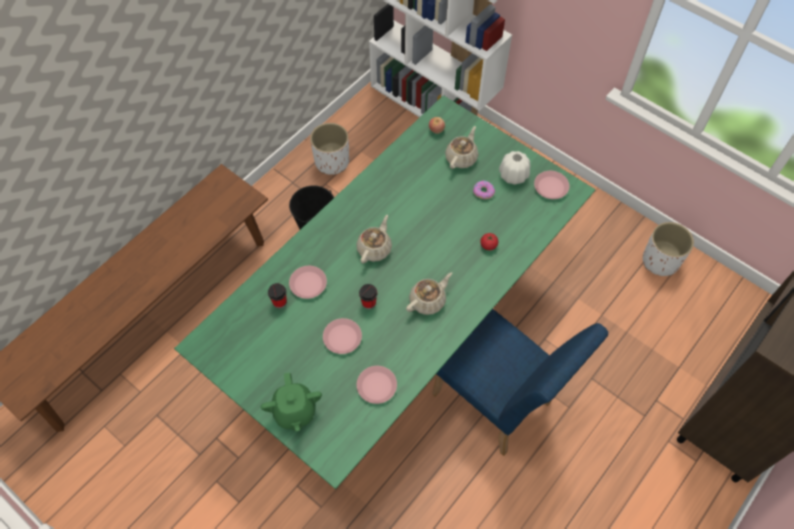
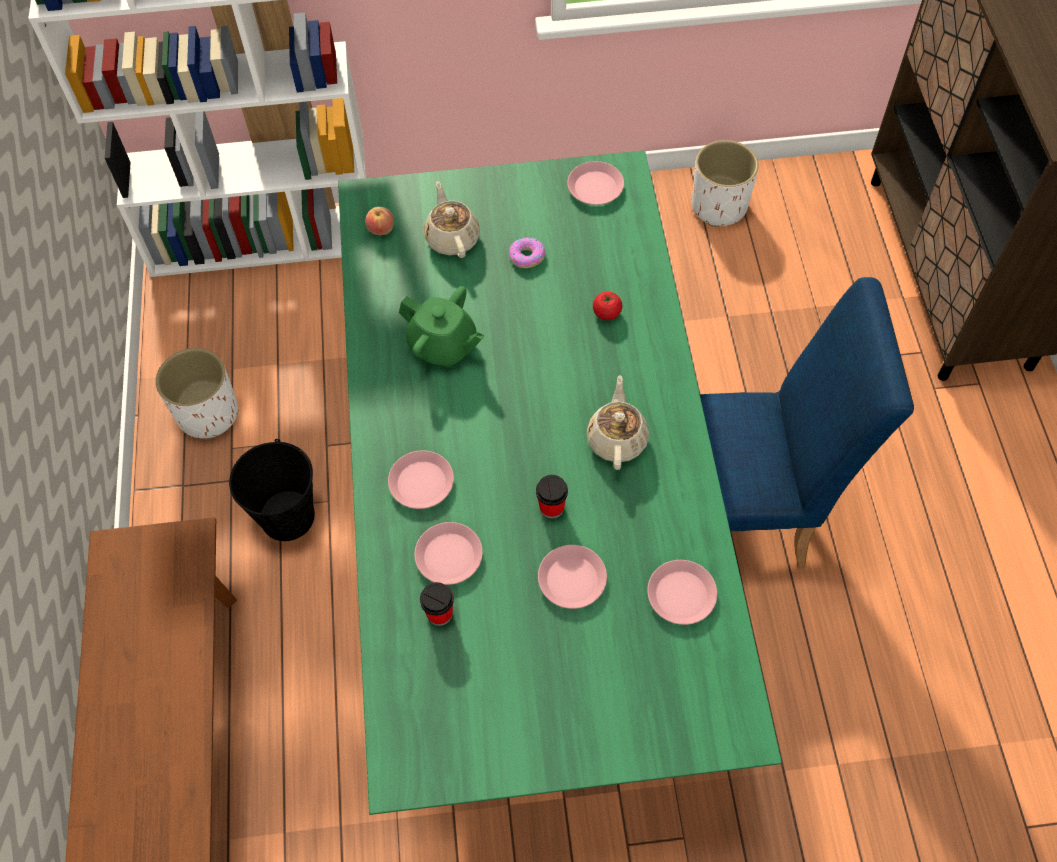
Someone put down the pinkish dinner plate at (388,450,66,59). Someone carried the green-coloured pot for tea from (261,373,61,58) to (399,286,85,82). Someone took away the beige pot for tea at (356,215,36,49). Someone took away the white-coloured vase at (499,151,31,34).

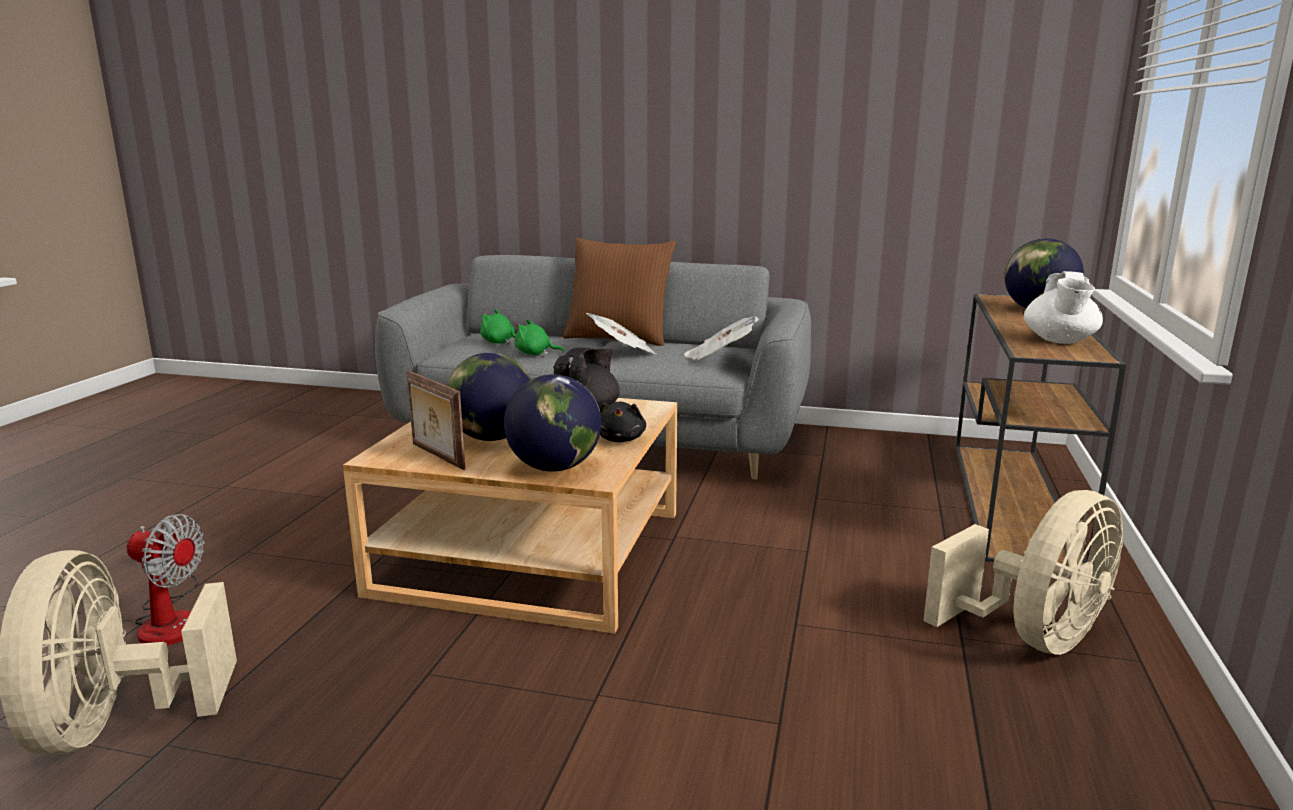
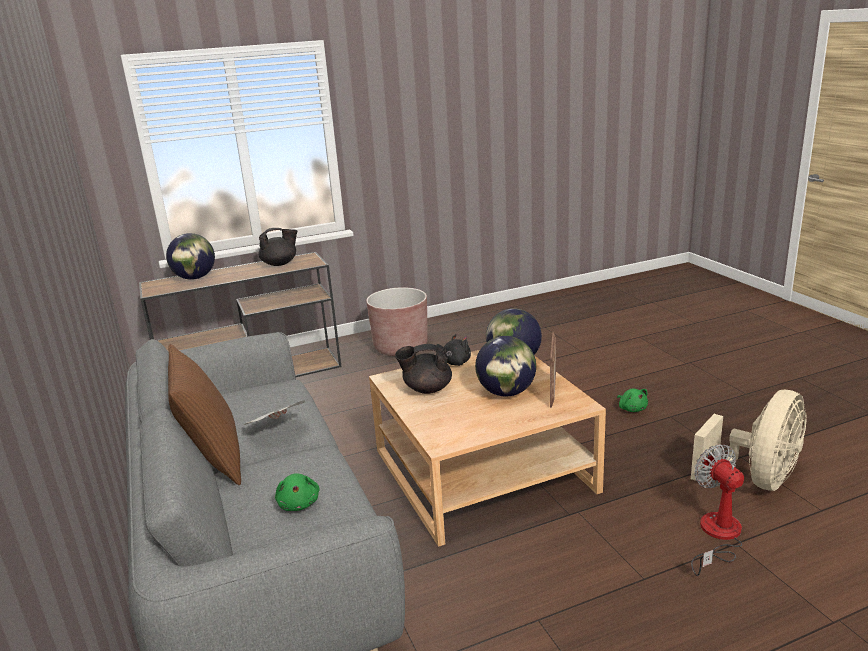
Someone repainted the white-coloured pot for tea at (1024,271,79,73), which became the black-coloured pot for tea at (258,228,39,38). Someone swapped the beige fan at (923,490,200,165) for the brown planter at (366,287,62,69). Someone carried the green-coloured soft toy from (514,319,50,36) to (617,389,31,23). Someone took away the newspaper at (684,317,75,43).

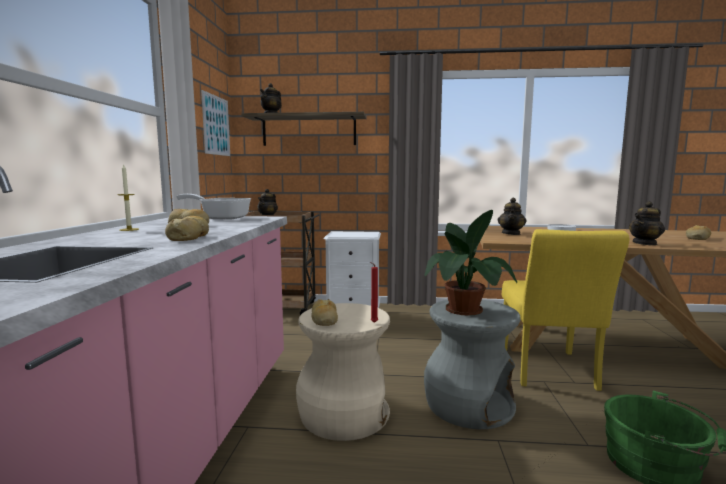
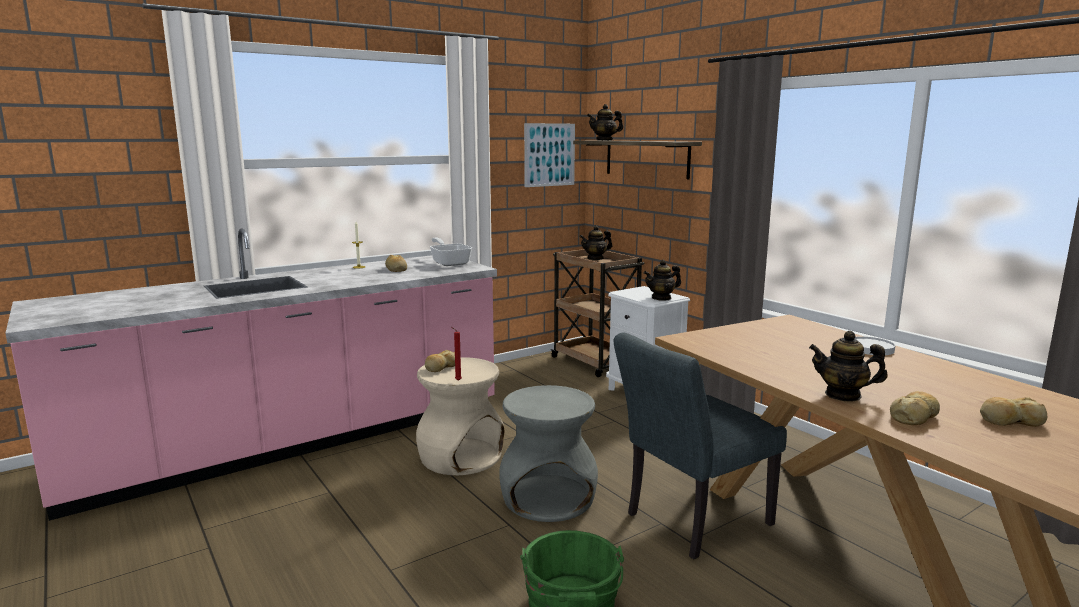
Someone repainted the yellowish plain chair at (502,229,127,162), which became the grey plain chair at (614,332,173,228). Someone carried the pot for tea from (498,198,29,37) to (644,259,37,42). Someone carried the bakery bread from (165,216,44,25) to (890,391,50,34). Someone took away the houseplant at (425,210,92,106).

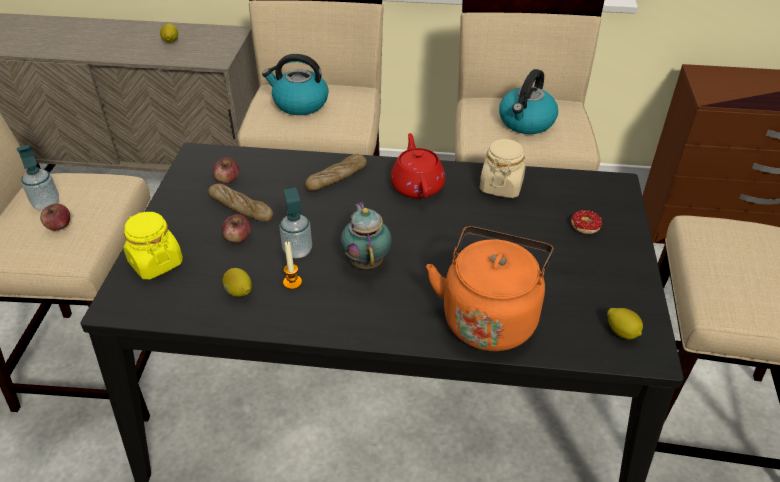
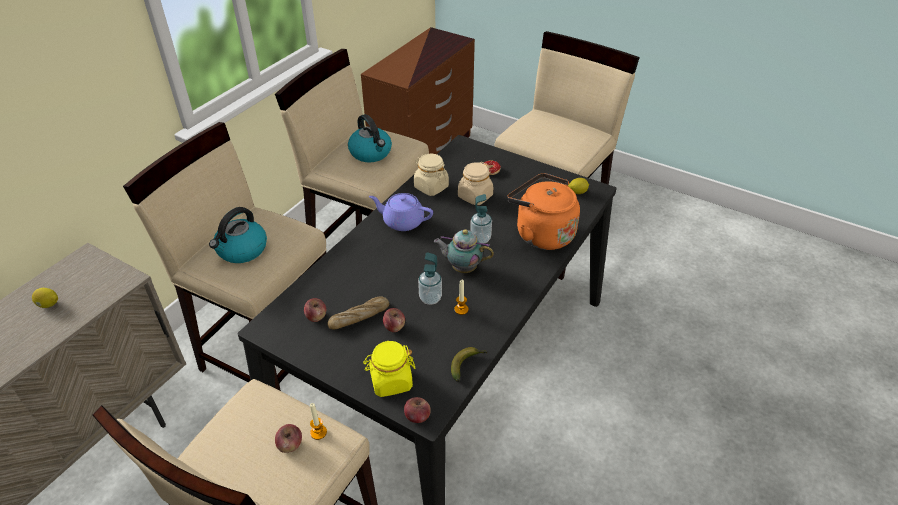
Someone put down the wax light at (310,403,17,37). Someone repainted the red-coloured pot for tea at (390,133,55,66), which became the purple-coloured pot for tea at (369,193,64,38). Someone put down the apple fruit at (404,397,27,26). Someone put down the banana fruit at (451,347,36,35). Someone put down the beige jar at (458,162,35,43). Someone carried the soap dispenser from (17,145,42,65) to (470,194,22,50). Someone took away the lemon at (222,268,30,29). Someone took away the bakery bread at (305,154,62,37).

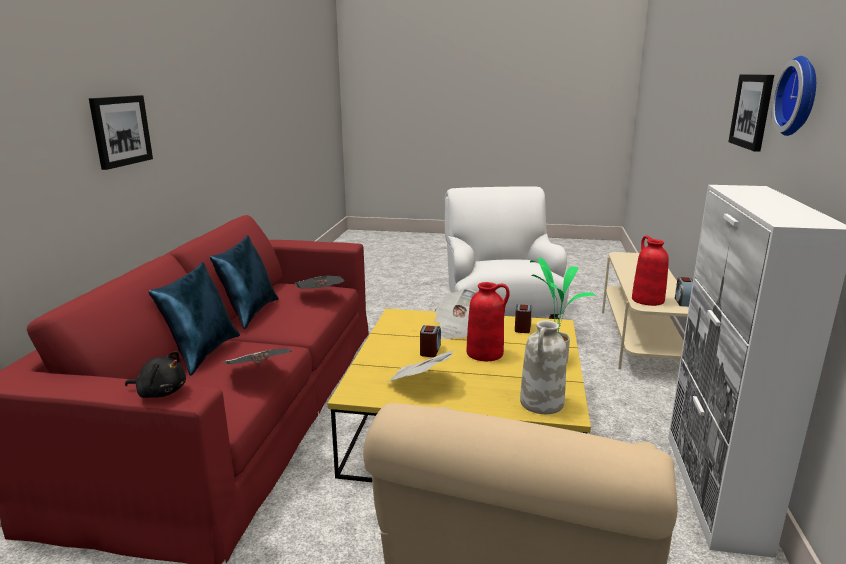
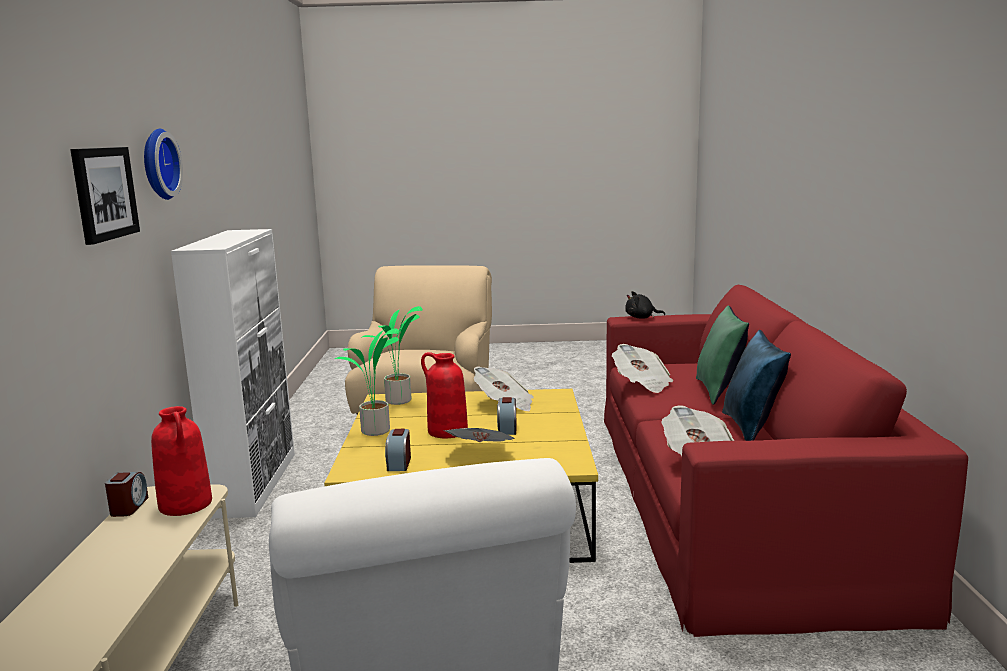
Someone swapped the white-coloured vase at (520,320,47,94) for the houseplant at (362,306,60,99). Someone repainted the blue-coloured pillow at (149,262,91,114), which became the green-coloured pillow at (696,305,53,100). Someone took away the picture at (89,95,64,75).

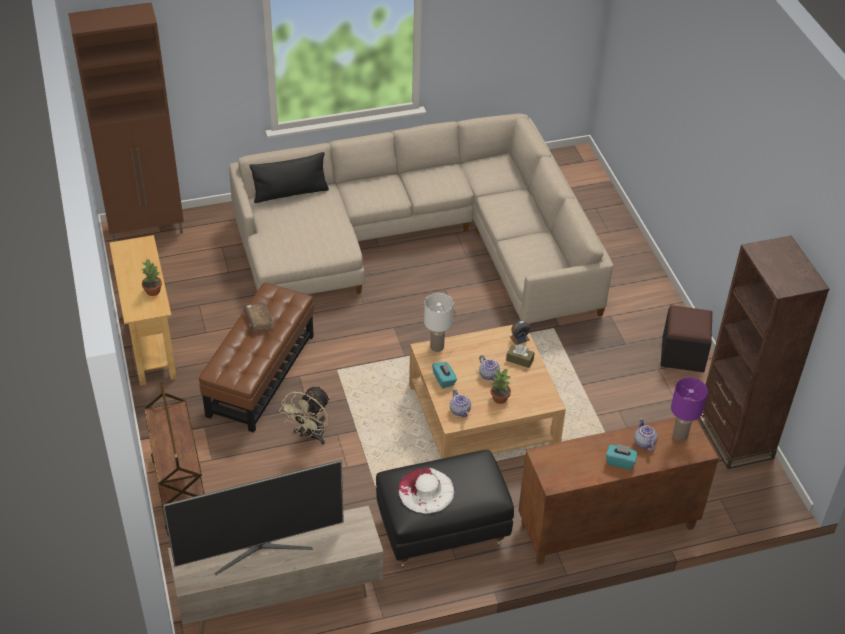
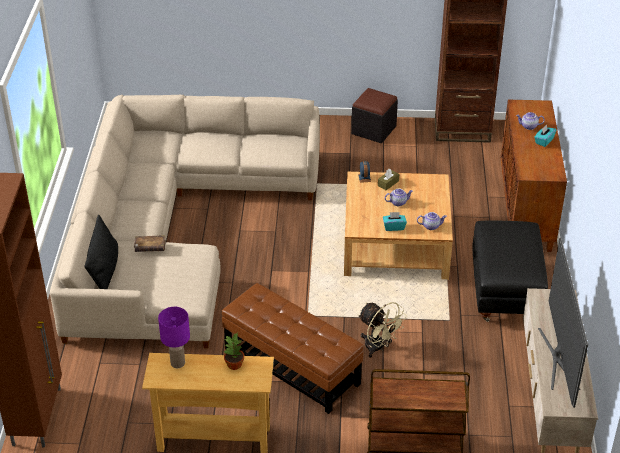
Someone carried the brown book from (244,302,30,30) to (134,235,32,17). Someone carried the purple-coloured table lamp from (671,377,37,64) to (158,307,32,61). Someone took away the white-coloured clothing hat at (398,468,57,45). Someone took away the white-coloured table lamp at (424,293,29,59). Someone took away the houseplant at (491,369,20,35).

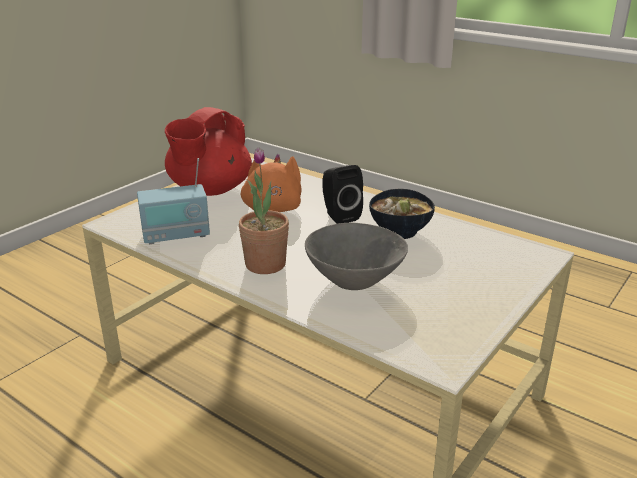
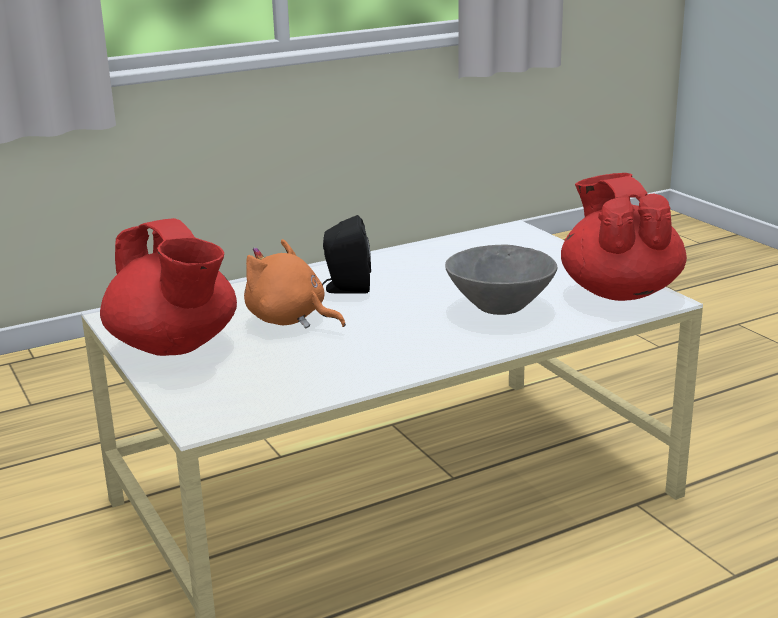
Someone put down the red-coloured pot for tea at (561,173,126,128). Someone took away the radio receiver at (137,158,73,86). Someone took away the houseplant at (239,147,50,127). Someone took away the serving bowl at (369,189,66,50).

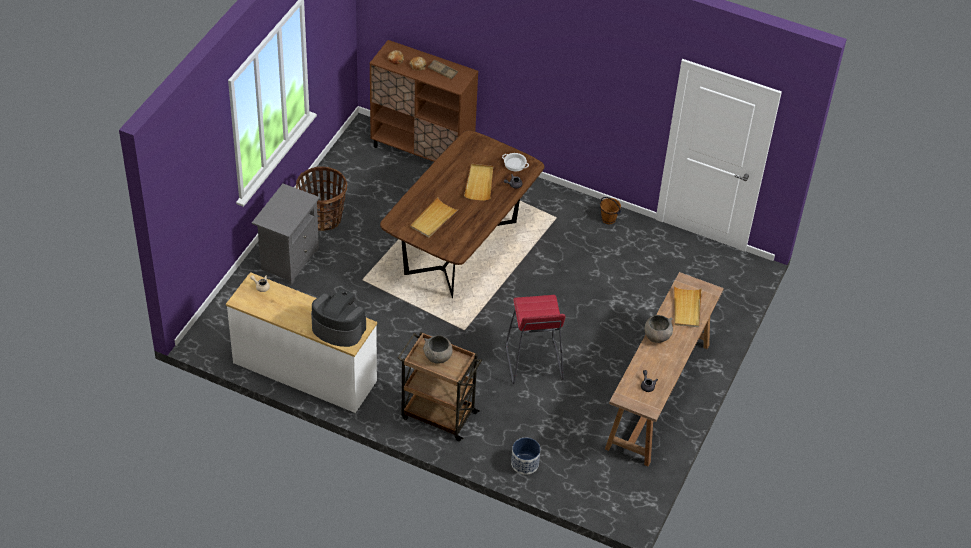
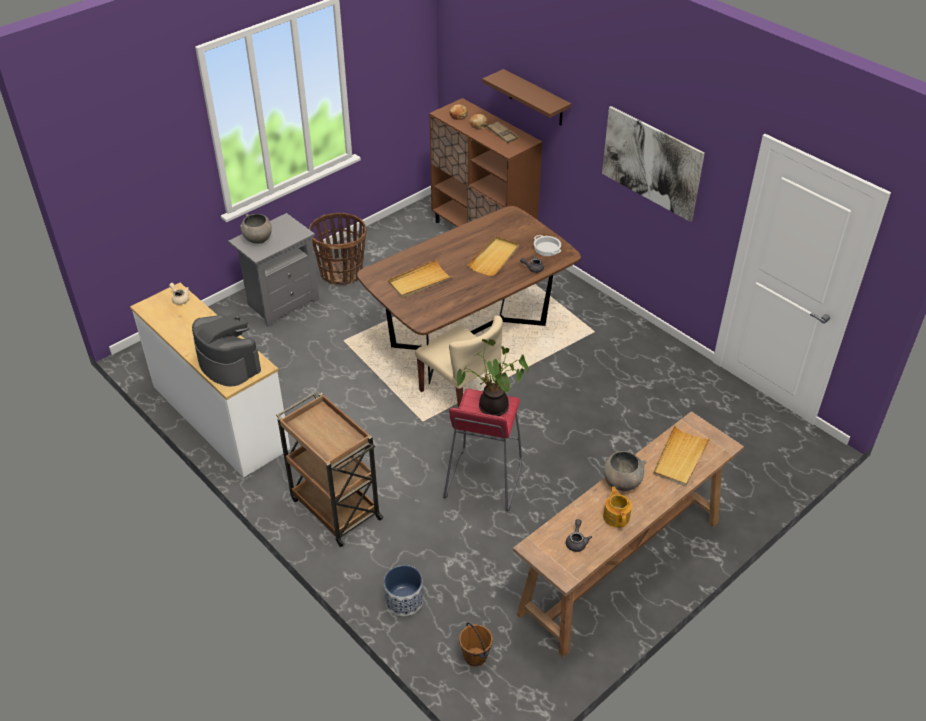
Someone carried the grey serving bowl from (423,335,30,29) to (240,214,32,30). Someone put down the beige plain chair at (415,316,88,92). Someone put down the houseplant at (456,339,73,77). Someone carried the brown pail from (600,197,21,27) to (459,622,34,45). Someone put up the brown shelf at (482,69,89,57). Someone put up the picture at (602,106,103,116). Someone put down the pot for tea at (603,486,29,42).

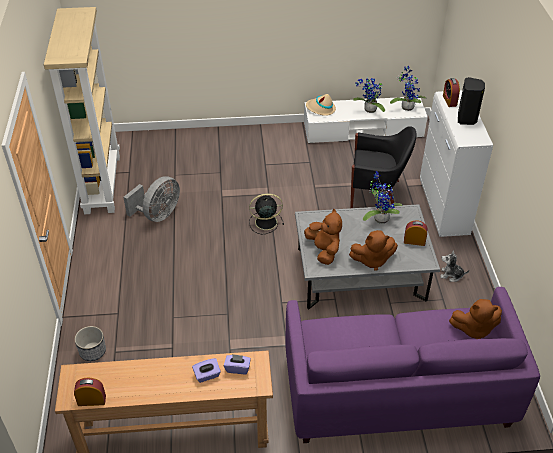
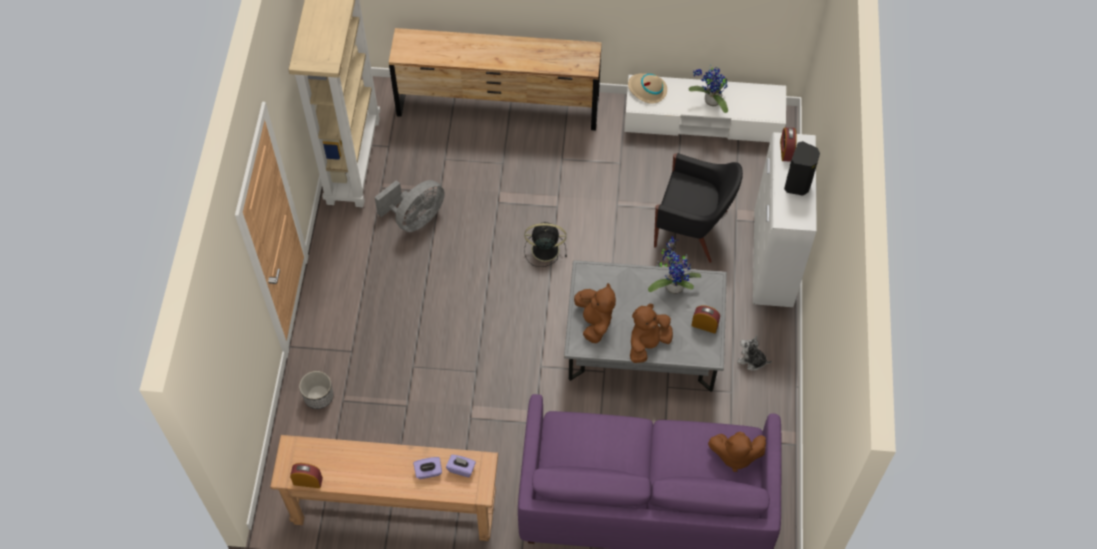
Someone put down the brown chest of drawers at (389,28,213,103). Someone rotated the brown soft toy at (349,230,49,41) by 135 degrees clockwise. Someone took away the houseplant at (390,66,37,45).

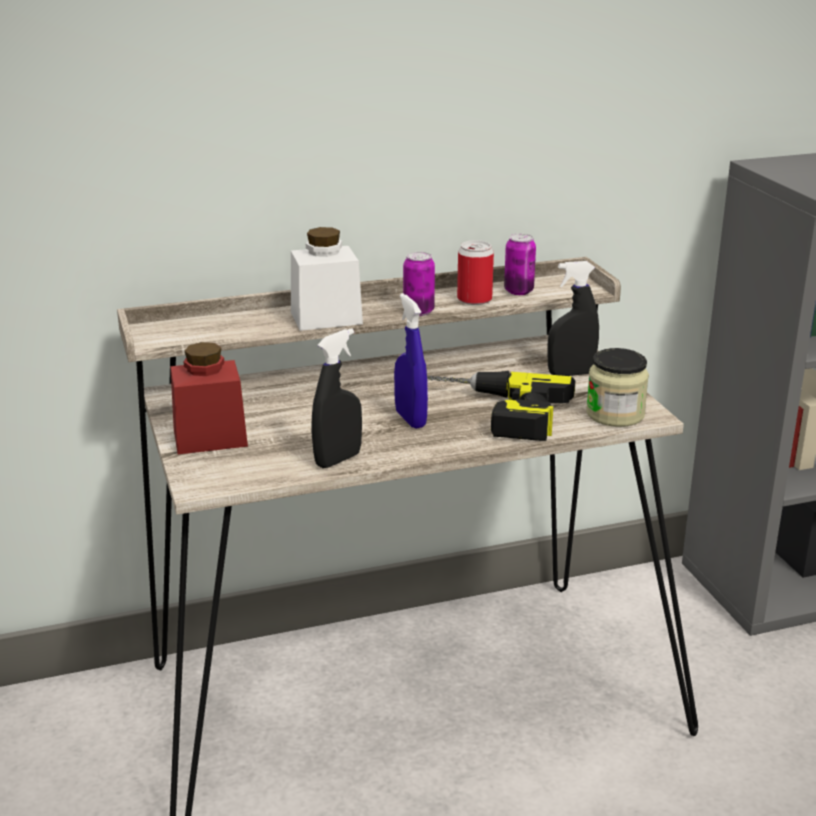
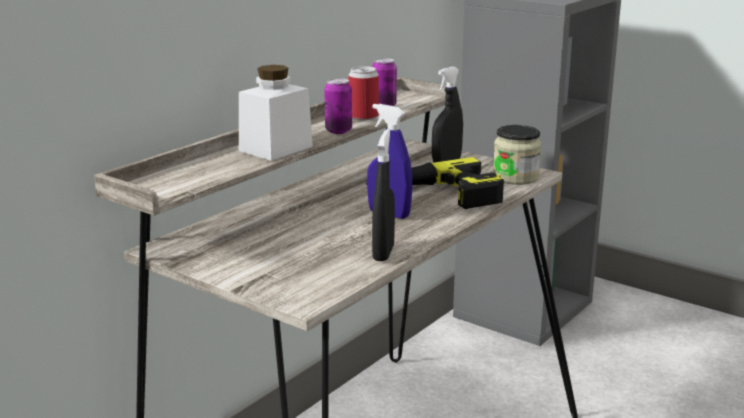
Someone took away the red-coloured jar at (170,342,78,112).

